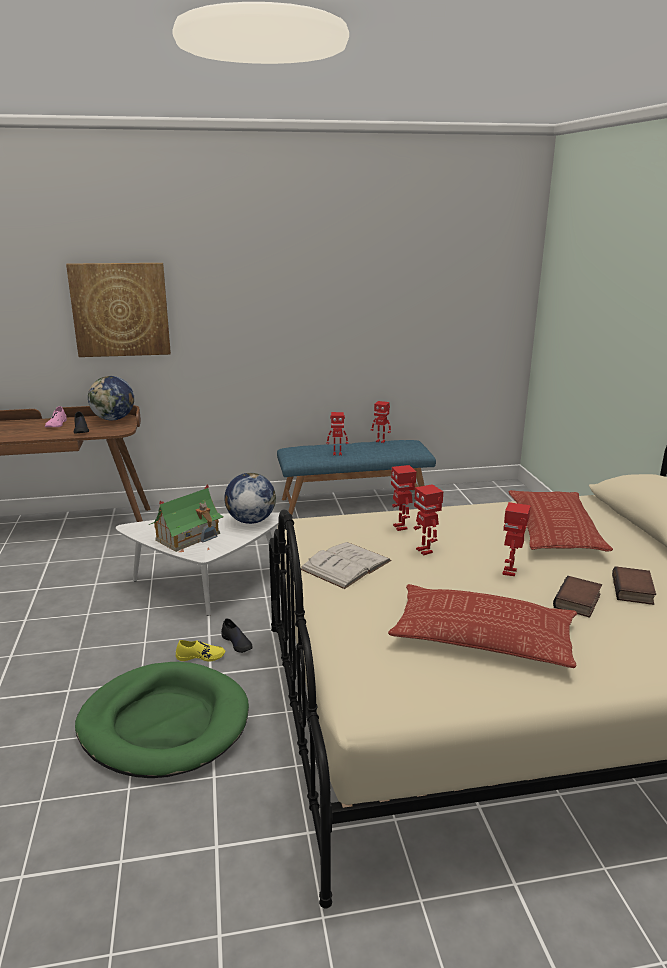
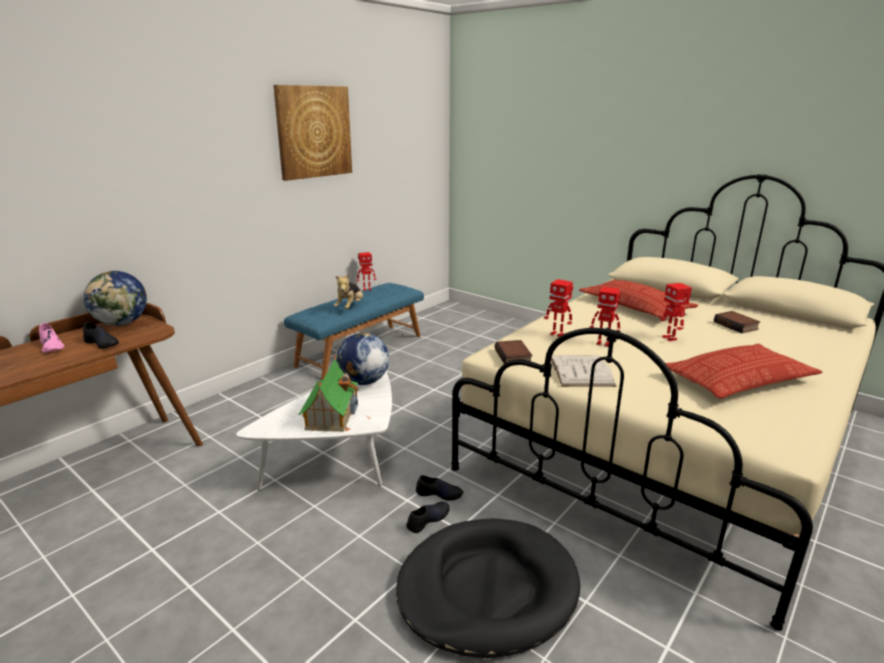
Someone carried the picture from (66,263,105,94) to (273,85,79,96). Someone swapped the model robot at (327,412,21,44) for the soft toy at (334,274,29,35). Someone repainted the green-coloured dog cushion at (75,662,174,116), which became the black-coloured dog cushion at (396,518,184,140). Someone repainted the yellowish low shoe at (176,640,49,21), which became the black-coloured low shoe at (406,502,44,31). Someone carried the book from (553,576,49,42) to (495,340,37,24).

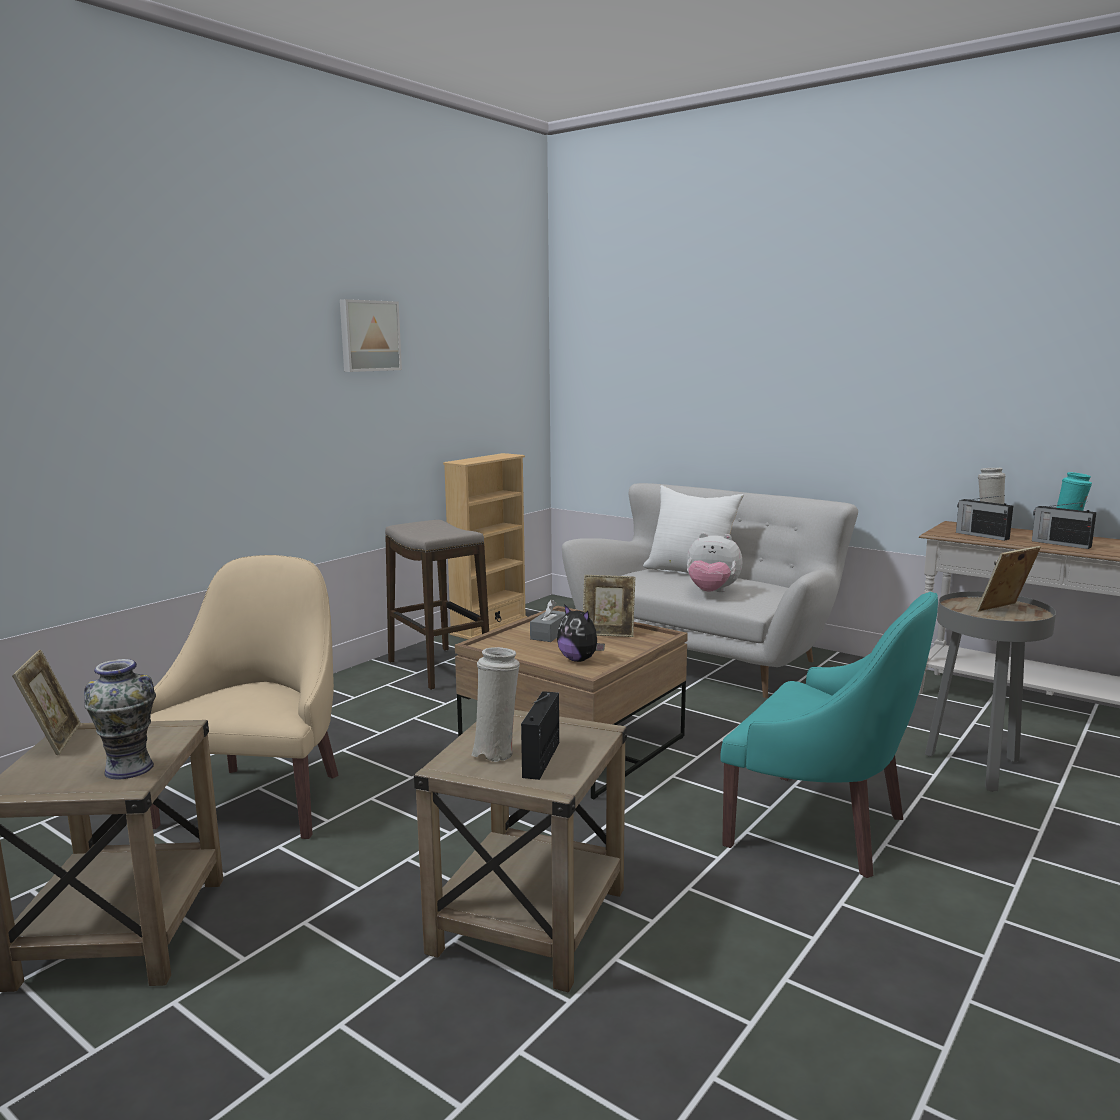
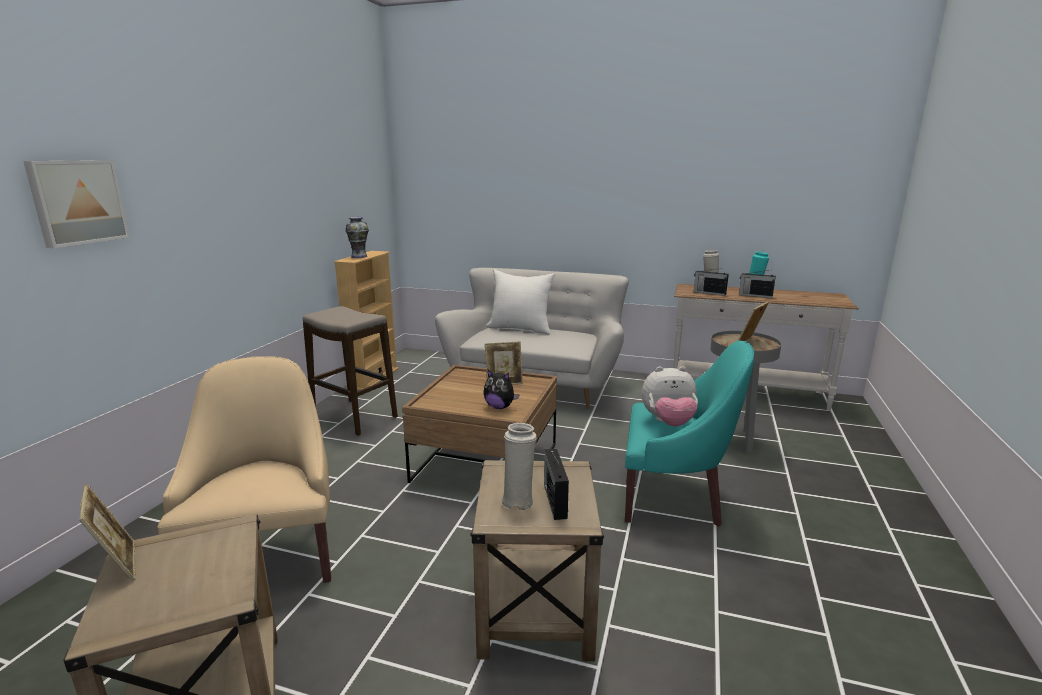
Someone carried the picture from (340,299,62,73) to (23,160,107,88). Someone carried the vase from (84,659,72,121) to (346,217,23,41). Someone carried the soft toy from (687,533,55,59) to (642,366,56,61). Someone took away the grey tissue box at (530,599,36,43).

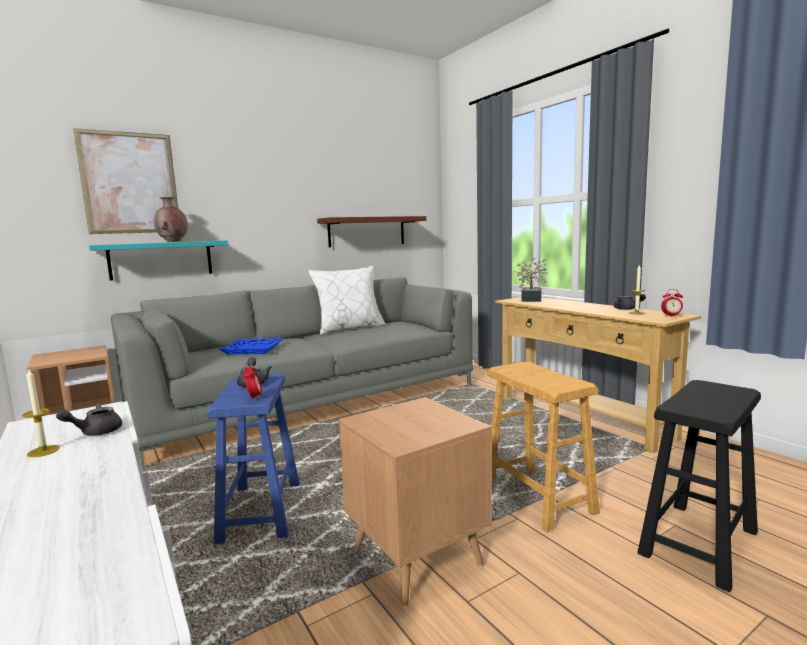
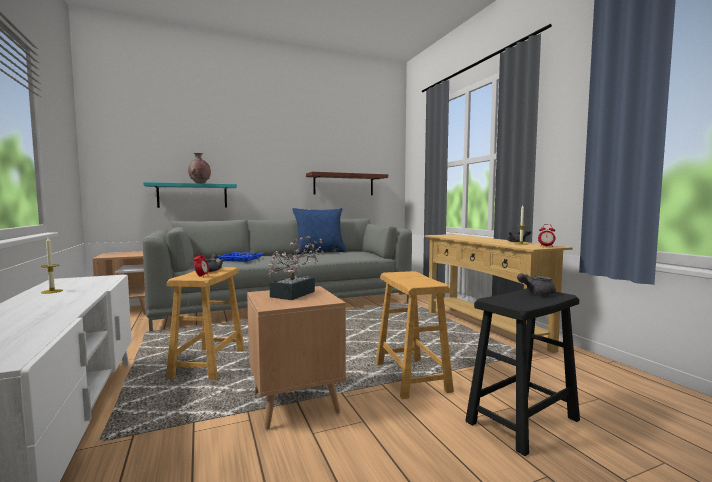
Someone repainted the blue-coloured sitting stool at (207,373,93,171), which became the brown sitting stool at (166,267,79,113). Someone carried the houseplant from (514,258,34,44) to (268,236,56,64). Someone repainted the white-coloured pillow at (309,266,77,69), which became the blue-coloured pillow at (292,208,55,47). Someone carried the grey pot for tea from (56,404,66,32) to (517,273,39,22). Someone took away the picture at (73,128,105,106).

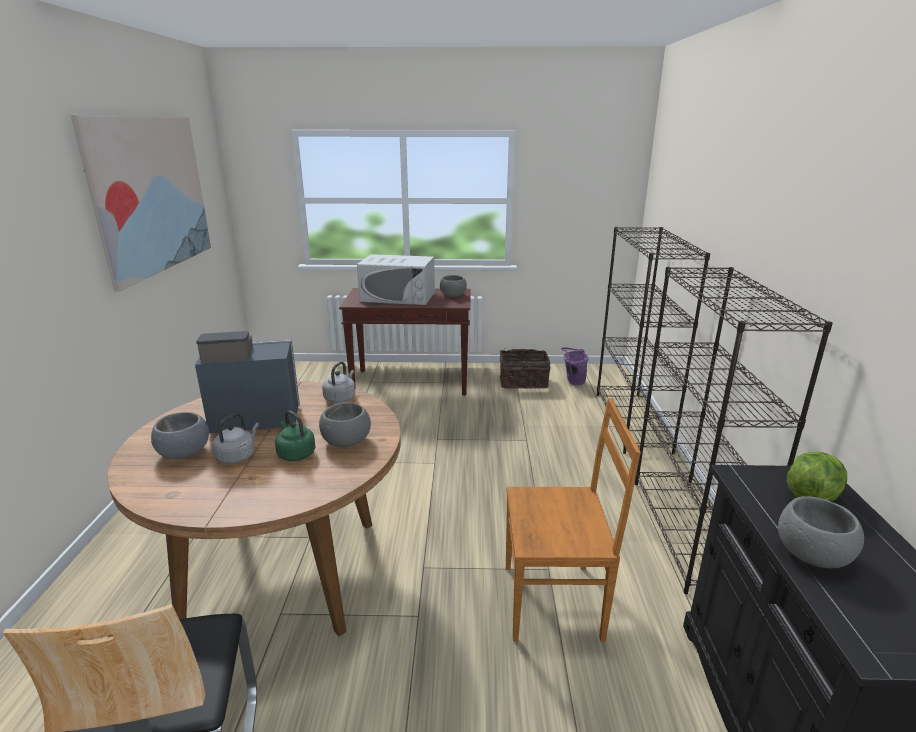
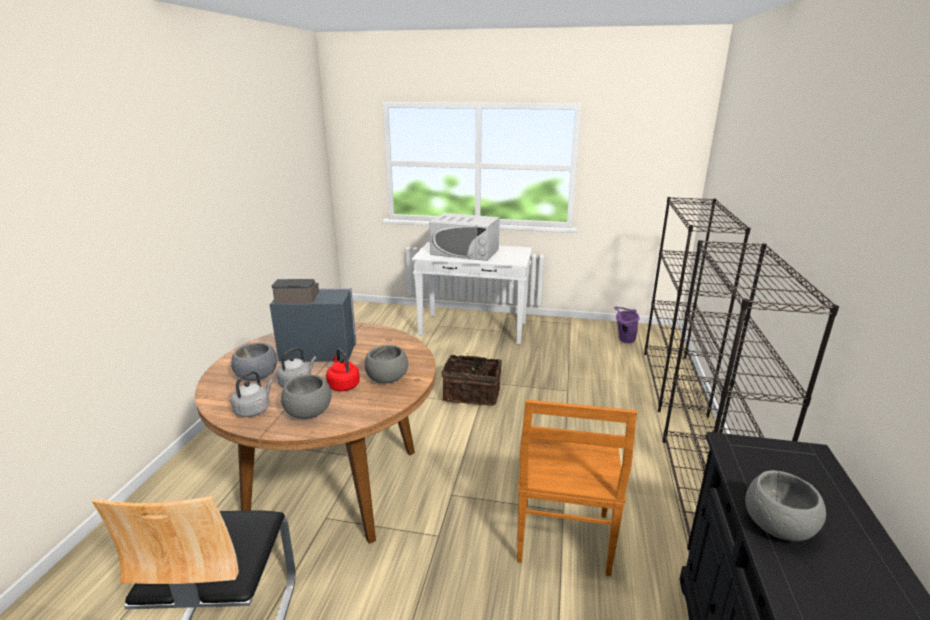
Someone carried the grey kettle from (322,361,33,42) to (231,371,42,46). Someone carried the grey serving bowl from (440,275,27,22) to (281,375,51,44). Someone repainted the green-coloured kettle at (275,411,41,50), which became the red-coloured kettle at (326,349,34,42). Someone repainted the brown narrow table at (339,288,131,108), which became the white-coloured narrow table at (412,242,120,103). Someone carried the storage basket from (500,349,51,40) to (442,352,60,54). Someone rotated the brown plain chair at (506,398,135,244) by 90 degrees clockwise. Someone took away the picture at (71,115,140,176). Someone took away the lettuce at (787,452,60,50).

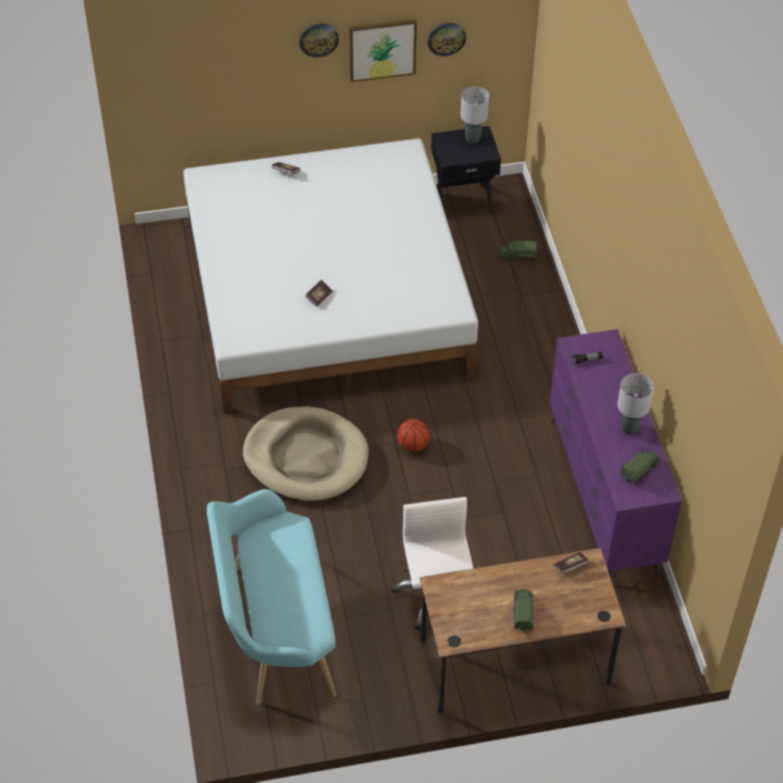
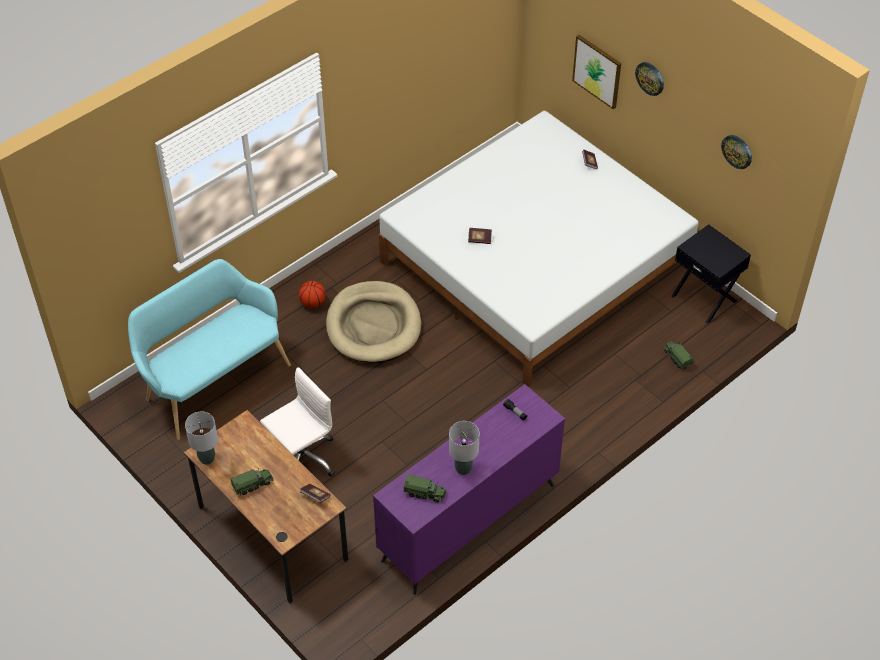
Someone carried the grey table lamp from (461,87,28,56) to (185,411,33,54). Someone carried the ball for basketball from (397,419,33,33) to (299,281,27,27). Someone carried the picture from (349,19,68,63) to (572,35,49,75).

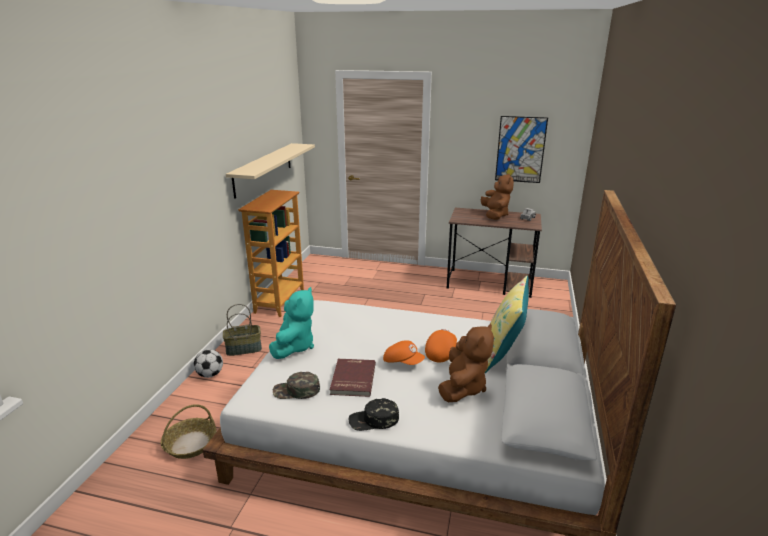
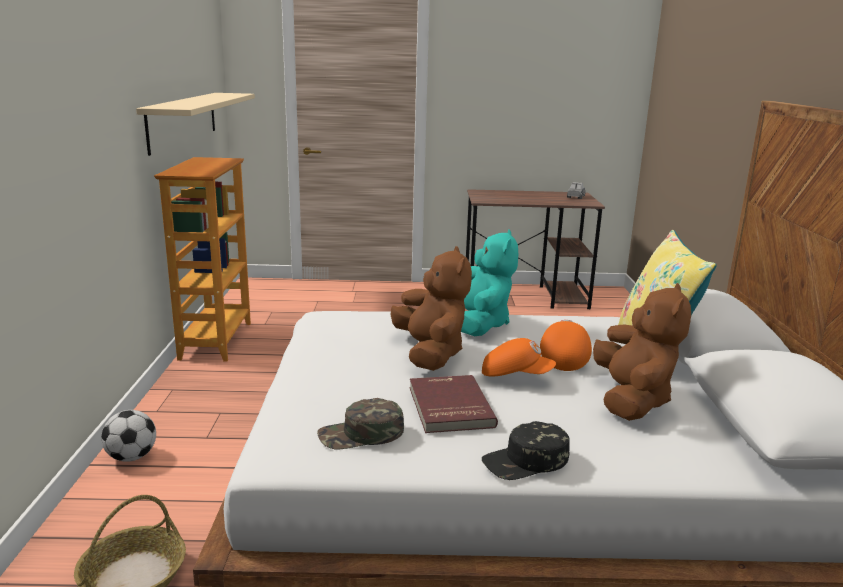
Someone carried the brown soft toy from (481,173,33,47) to (390,246,82,125). Someone carried the turquoise-coloured soft toy from (269,287,45,72) to (461,229,57,107). Someone took away the storage basket at (223,304,39,52). Someone took away the picture at (495,116,53,67).

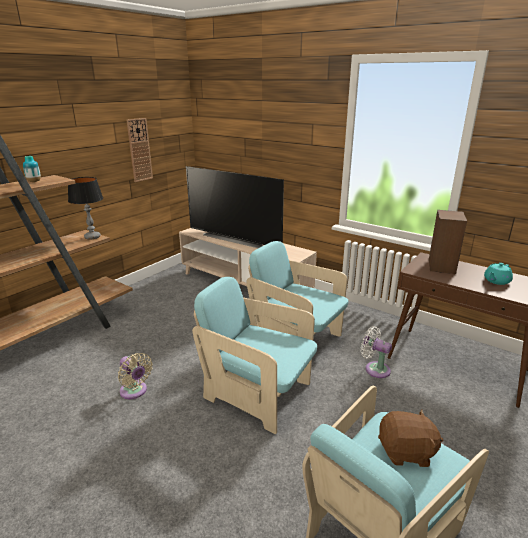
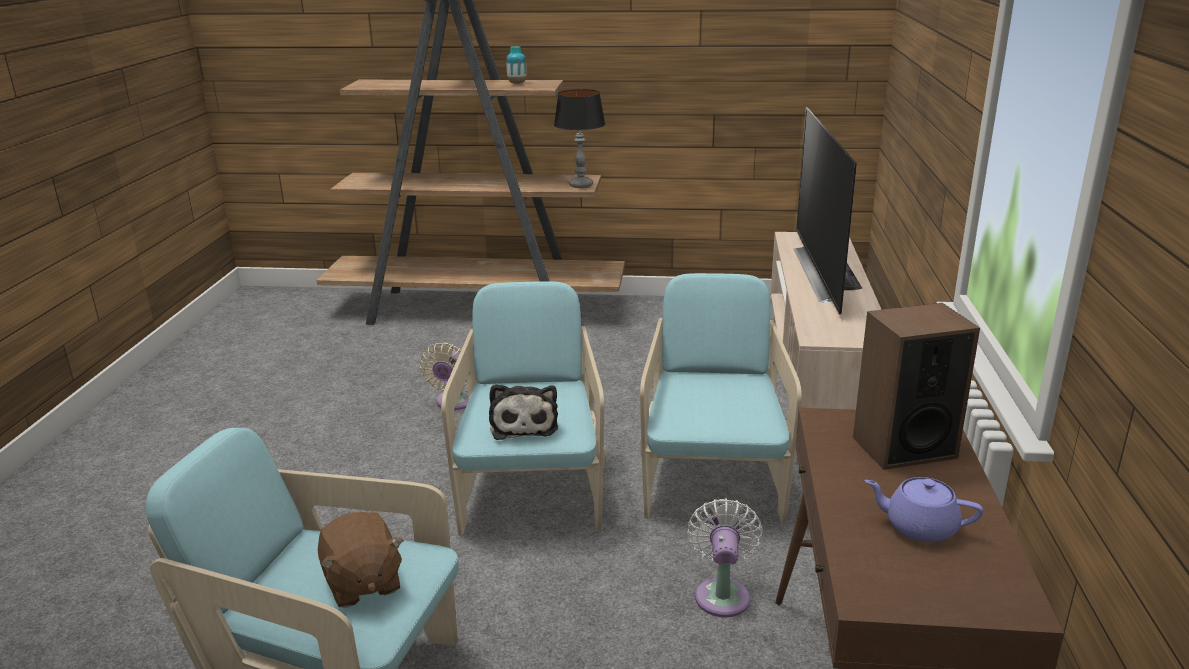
Someone put down the soft toy at (489,384,69,56). Someone repainted the turquoise-coloured pot for tea at (484,263,29,22), which became the purple-coloured pot for tea at (864,477,119,65). Someone took away the hanging clock at (127,118,26,64).

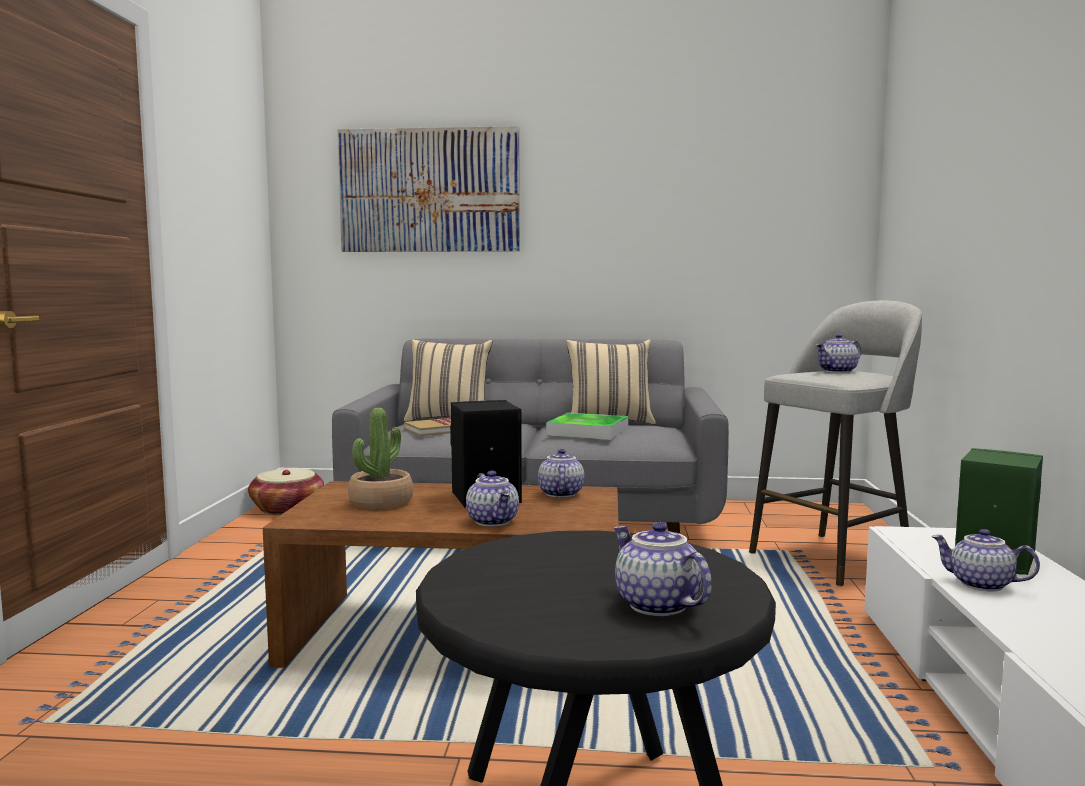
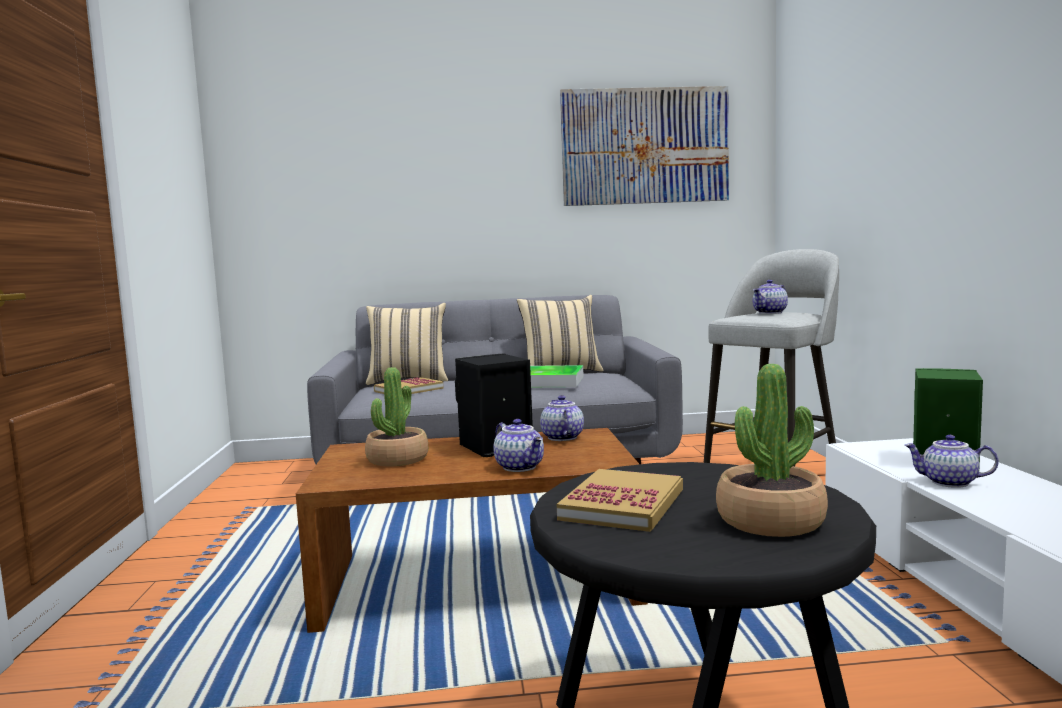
Someone put down the book at (557,469,126,63). Someone carried the picture from (338,126,182,126) to (560,86,169,120). Someone swapped the pot for tea at (614,522,98,94) for the houseplant at (716,364,112,173). Someone took away the storage basket at (248,468,76,47).

